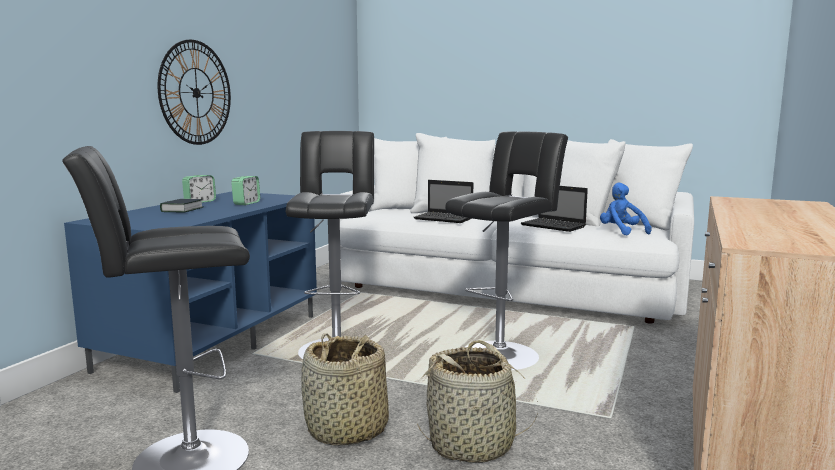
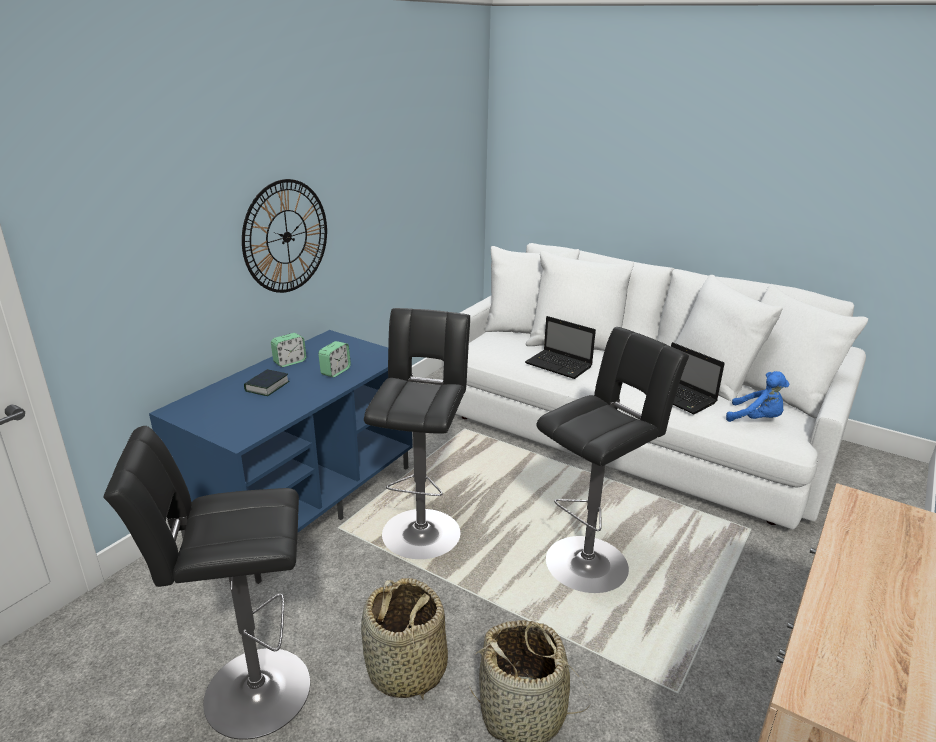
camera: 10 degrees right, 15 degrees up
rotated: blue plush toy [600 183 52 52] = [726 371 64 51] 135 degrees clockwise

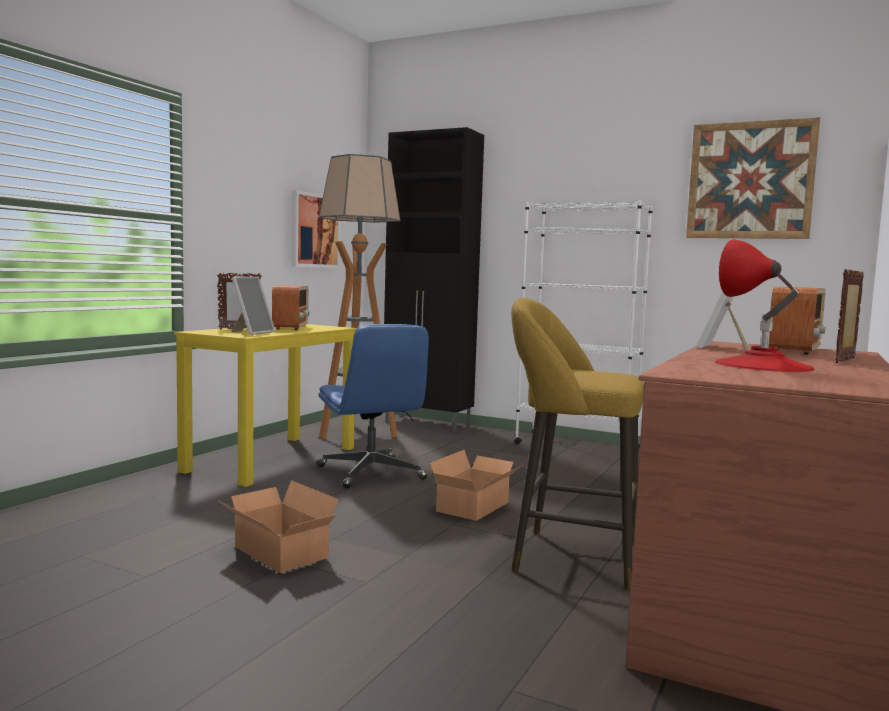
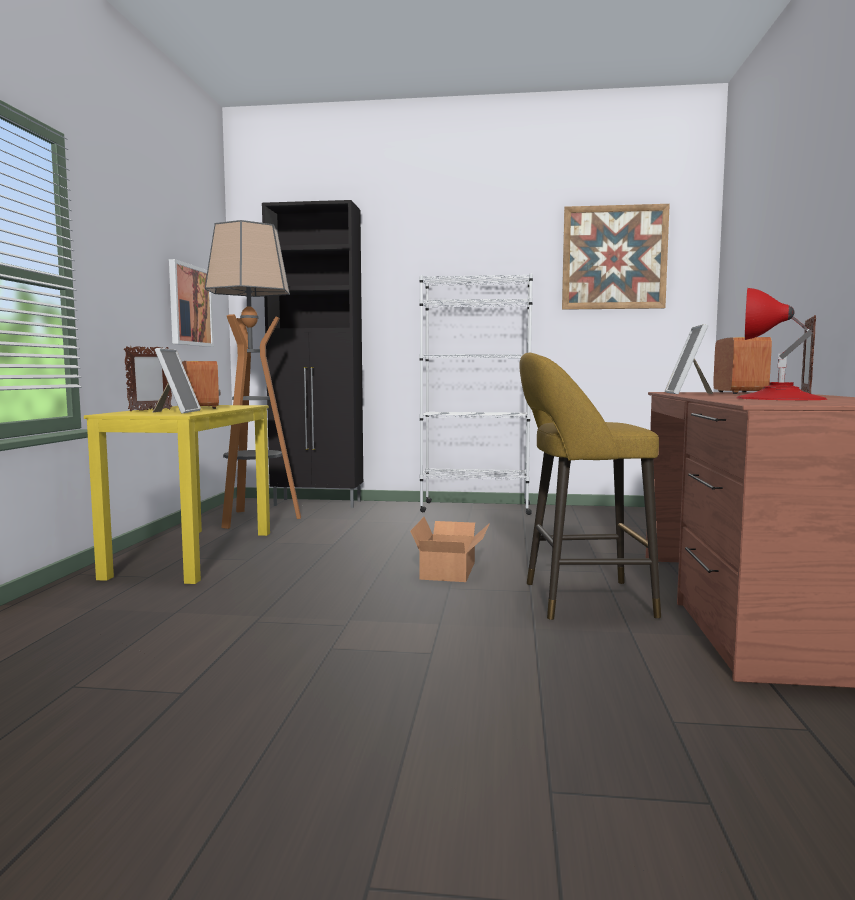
camera: 20 degrees left, 0 degrees up
gone: cardboard box [219 480 119 93]; blue office chair [317 324 112 164]

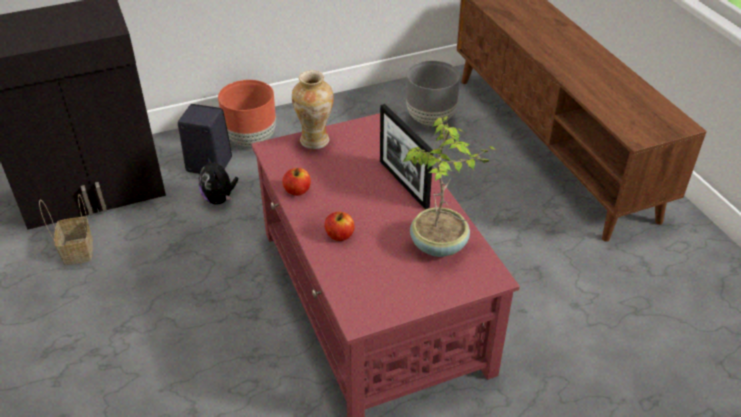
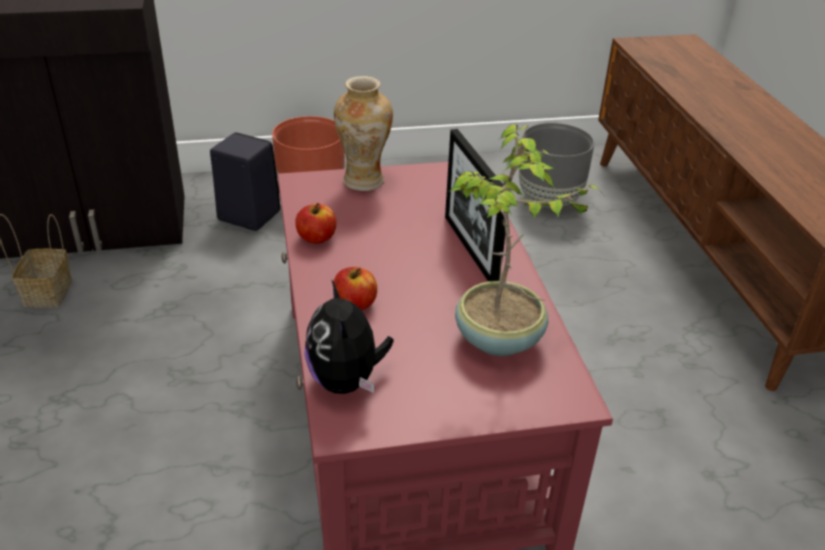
camera: 10 degrees right, 5 degrees down
shifted: plush toy [199 155 39 50] to [305 279 89 115]

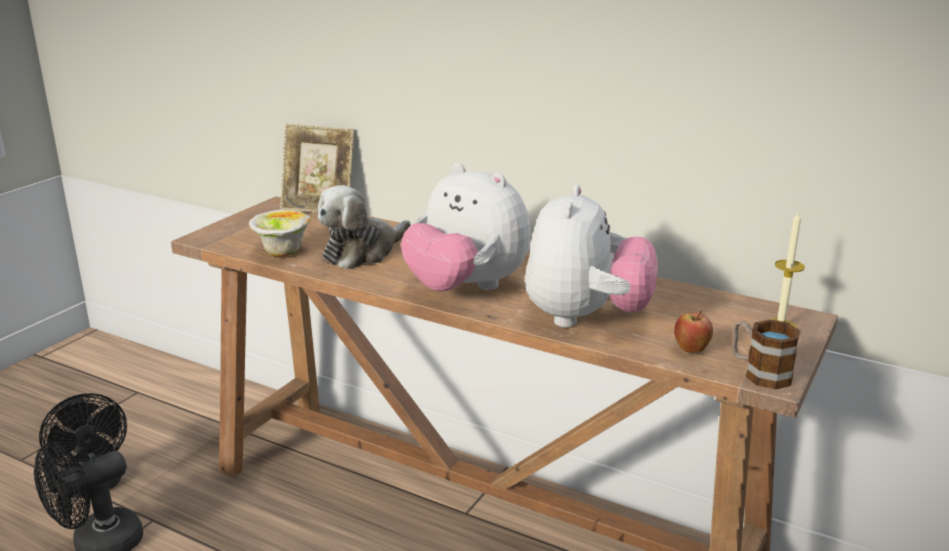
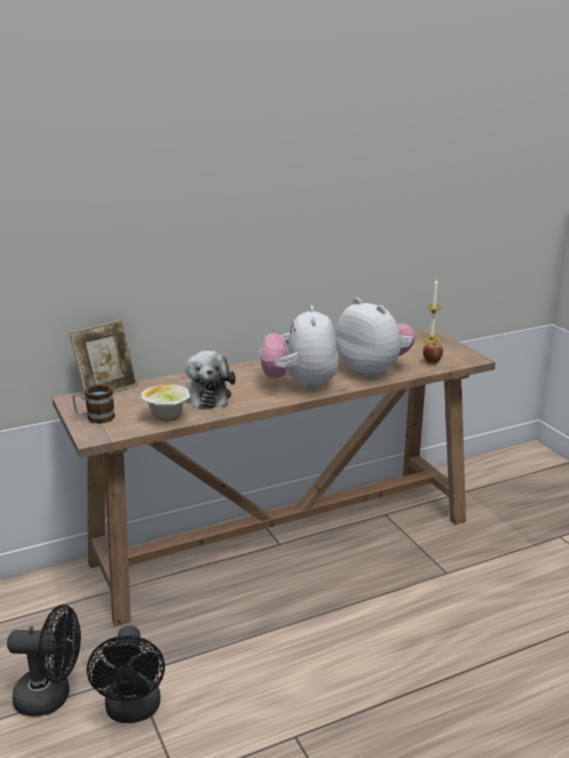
camera: 55 degrees left, 0 degrees up
shifted: mug [732 320 68 69] to [72 384 43 40]
rotated: plush toy [401 163 130 129] = [260 305 78 86] 105 degrees clockwise

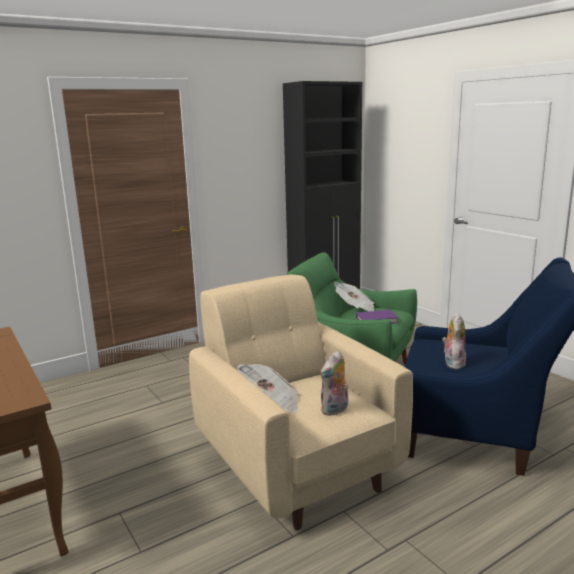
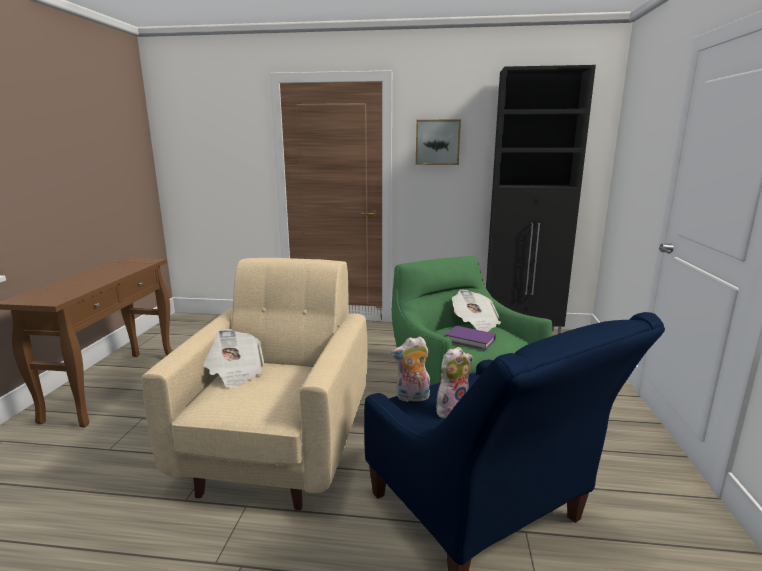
camera: 40 degrees right, 0 degrees up
new: picture [416 119 45 46]
shifted: plush toy [321 351 27 65] to [391 336 39 66]

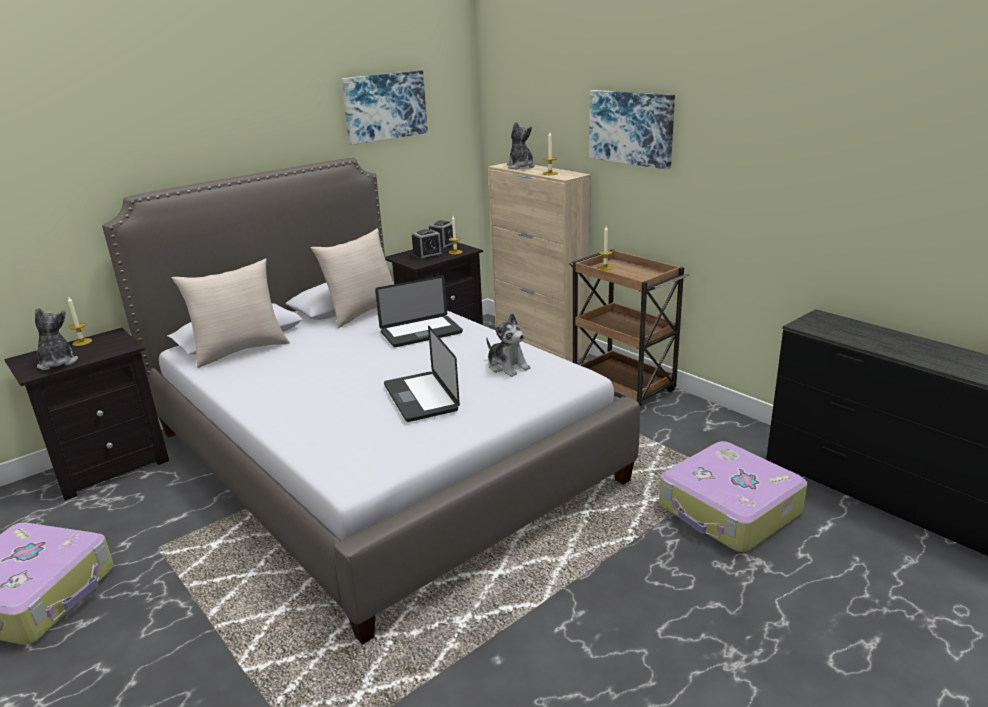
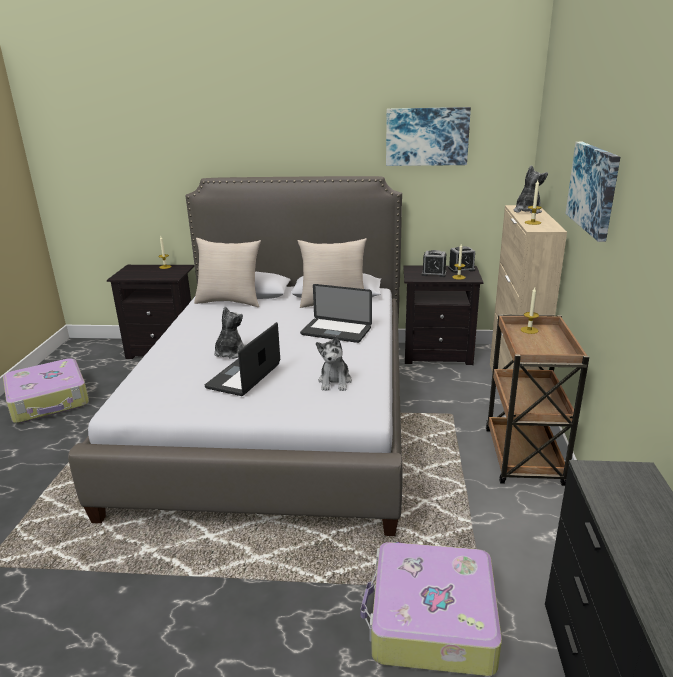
camera: 45 degrees right, 0 degrees up
shifted: plush toy [35 308 43 62] to [214 307 32 52]

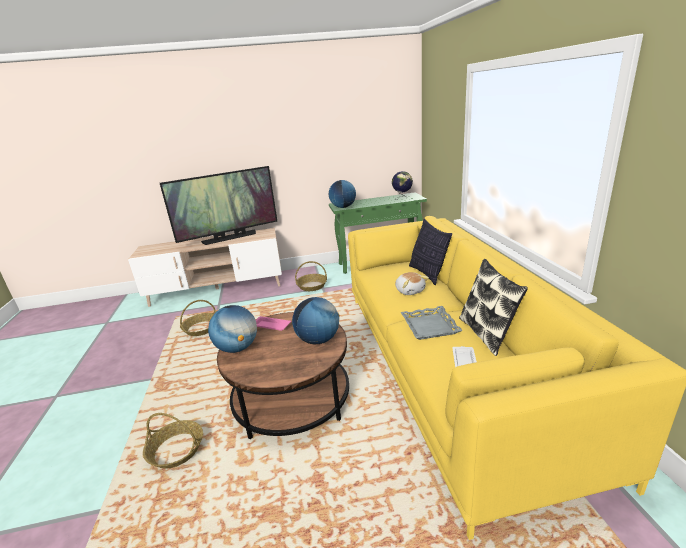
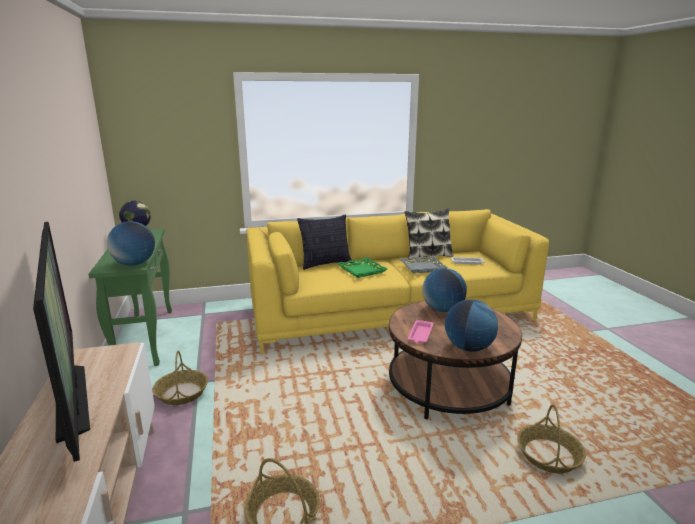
camera: 95 degrees left, 5 degrees down
swapped: plush toy [395 272 34 23] to green tray [338 257 50 21]

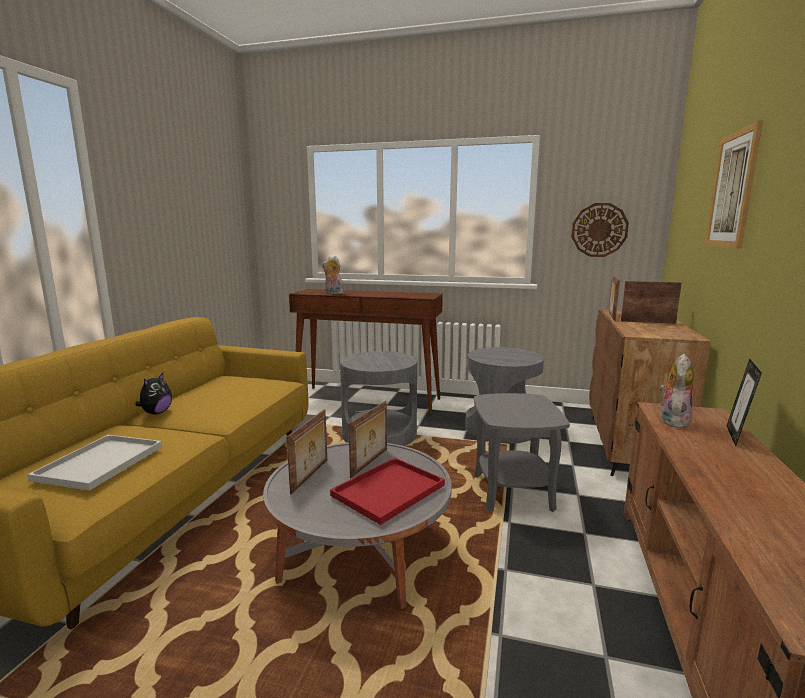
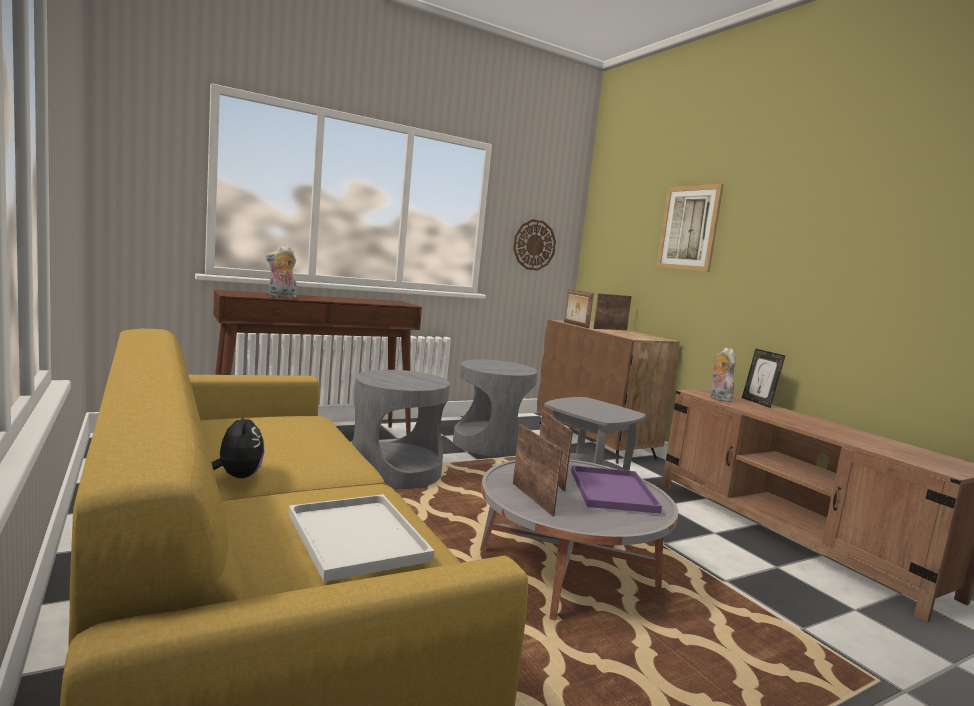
camera: 45 degrees left, 5 degrees down
repainted: red tray [330 458 115 67] to purple tray [571 465 91 49]

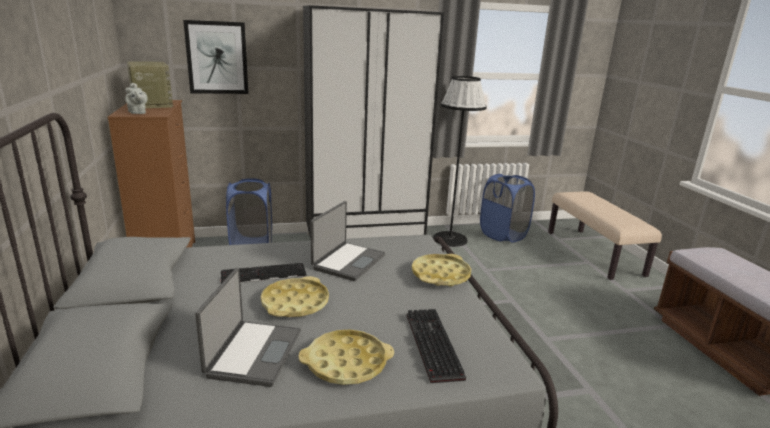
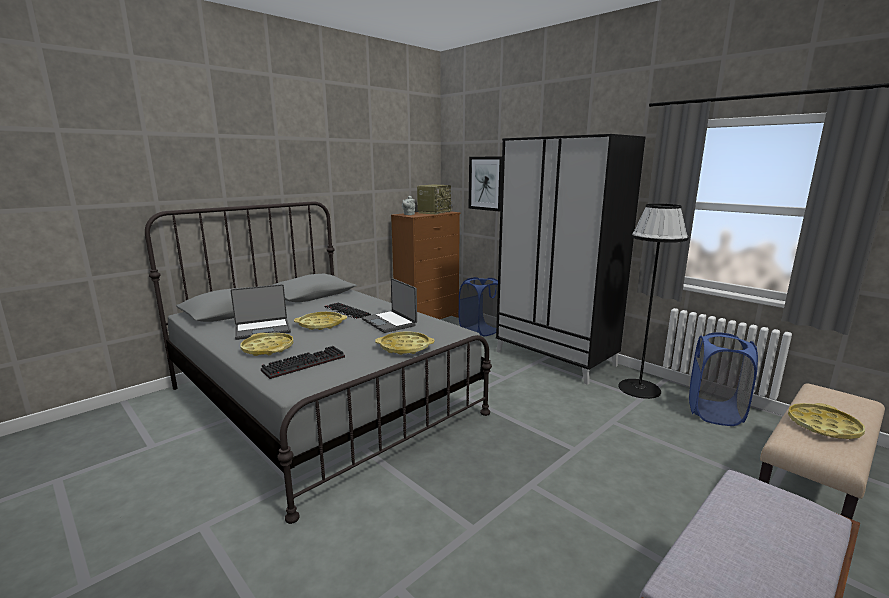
camera: 60 degrees right, 5 degrees down
new: yellow tray [788 403 77 36]
rotated: laptop [310 201 75 80] = [362 278 55 55] 60 degrees clockwise

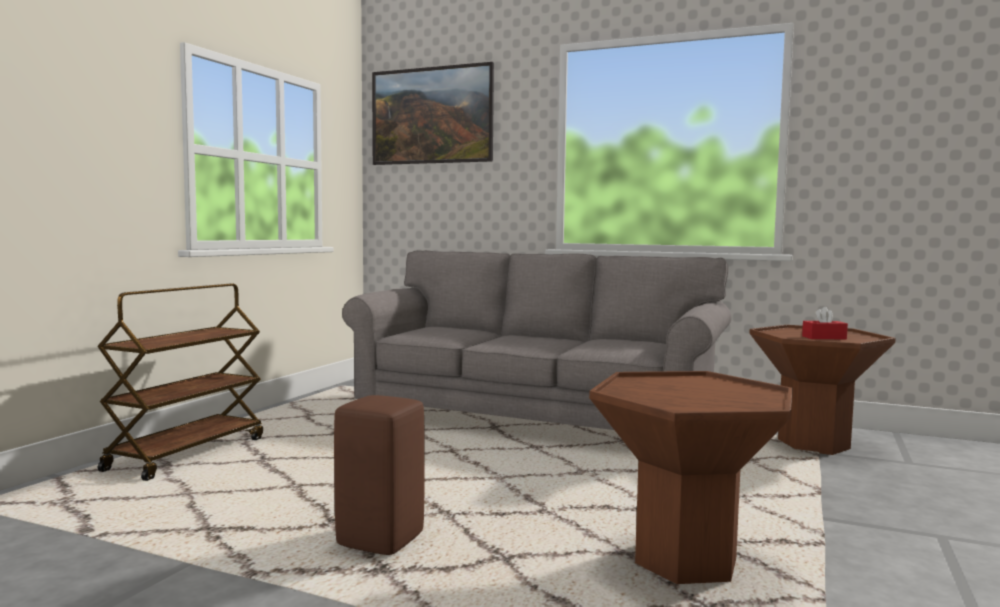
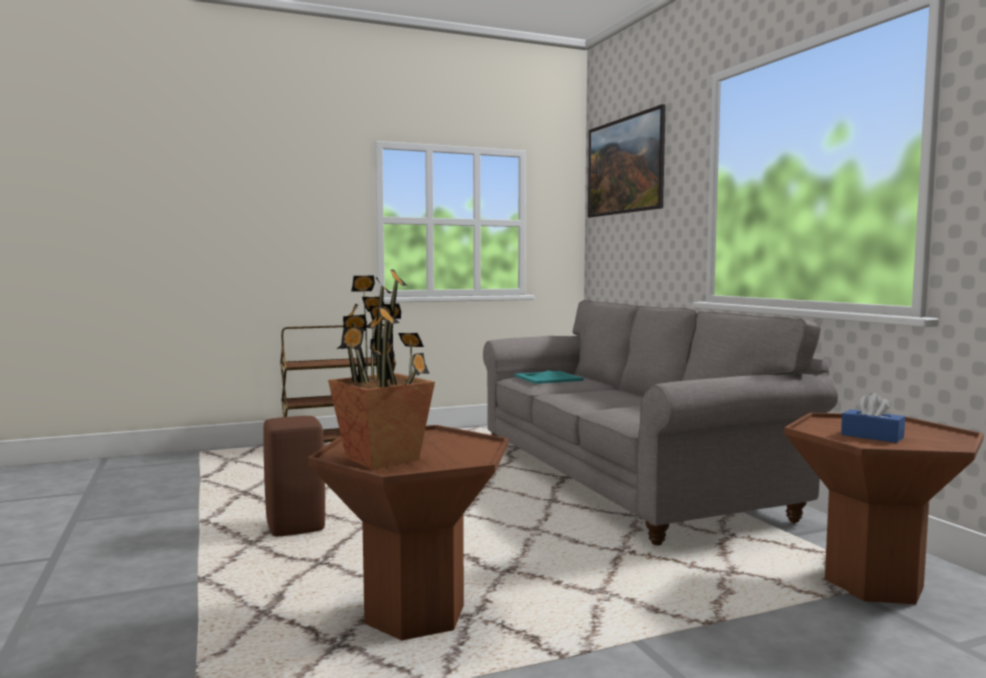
camera: 45 degrees right, 0 degrees up
new: potted plant [328 269 107 201]; turquoise tray [514 370 70 14]
repainted: red tissue box [802 307 46 32] to blue tissue box [841 393 64 50]

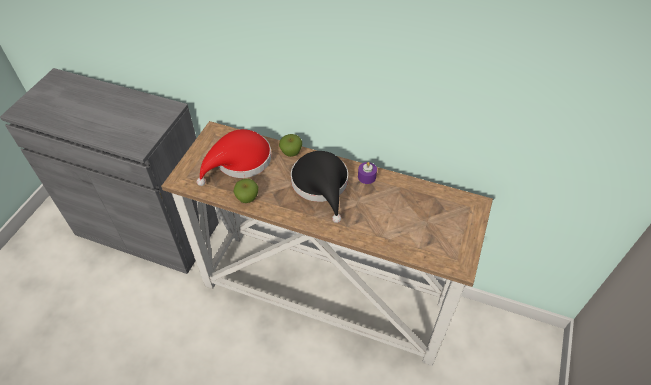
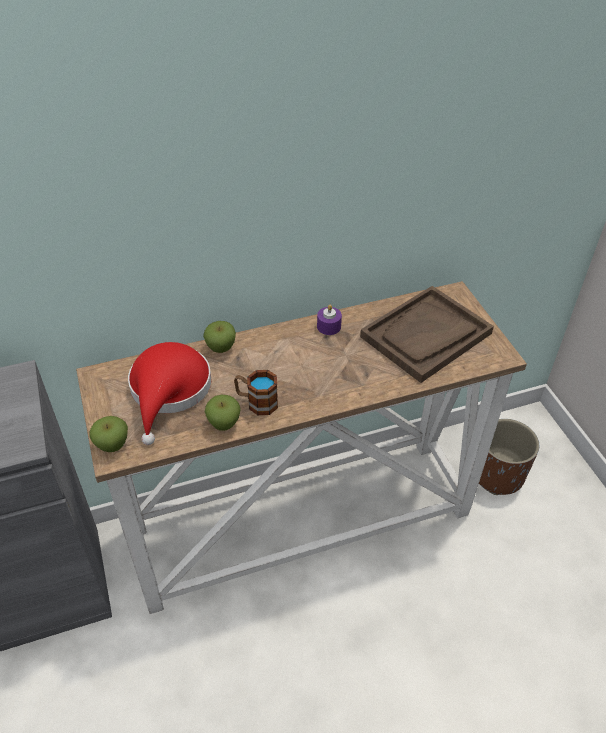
camera: 40 degrees left, 5 degrees down
gone: black hat [291 151 57 72]
new: apple [89 416 39 36]; mug [234 370 44 45]; brown tray [360 286 134 97]; brown planter [479 419 60 76]

